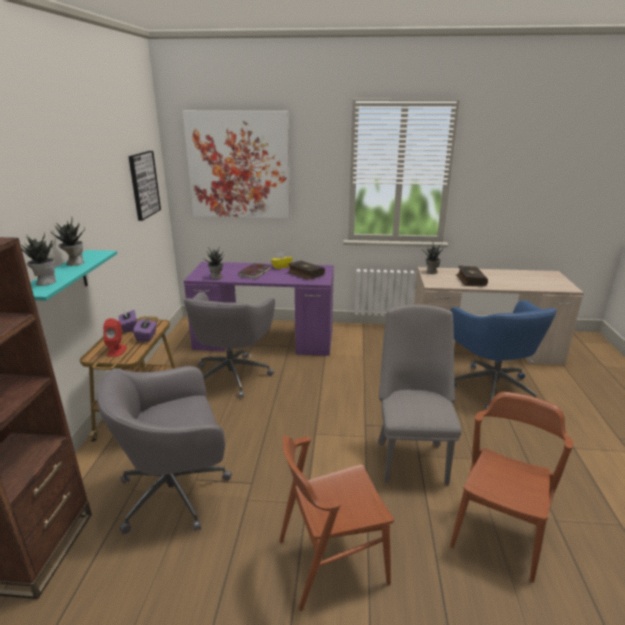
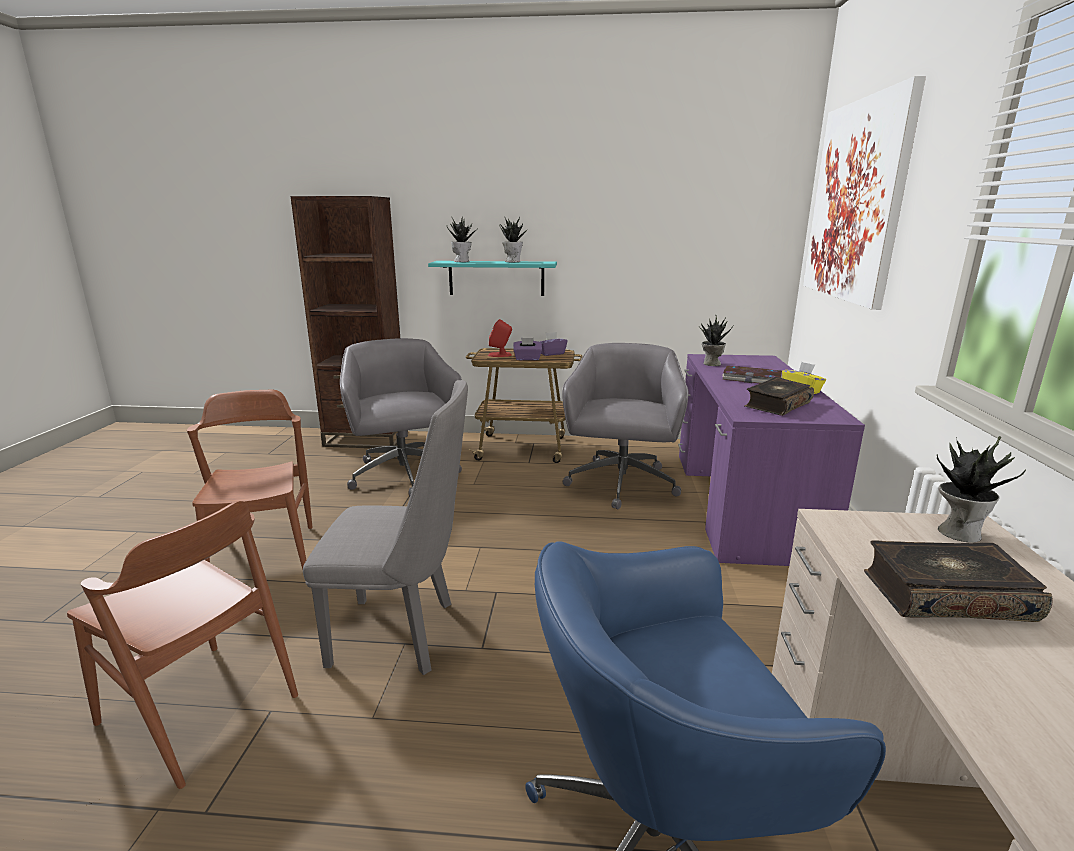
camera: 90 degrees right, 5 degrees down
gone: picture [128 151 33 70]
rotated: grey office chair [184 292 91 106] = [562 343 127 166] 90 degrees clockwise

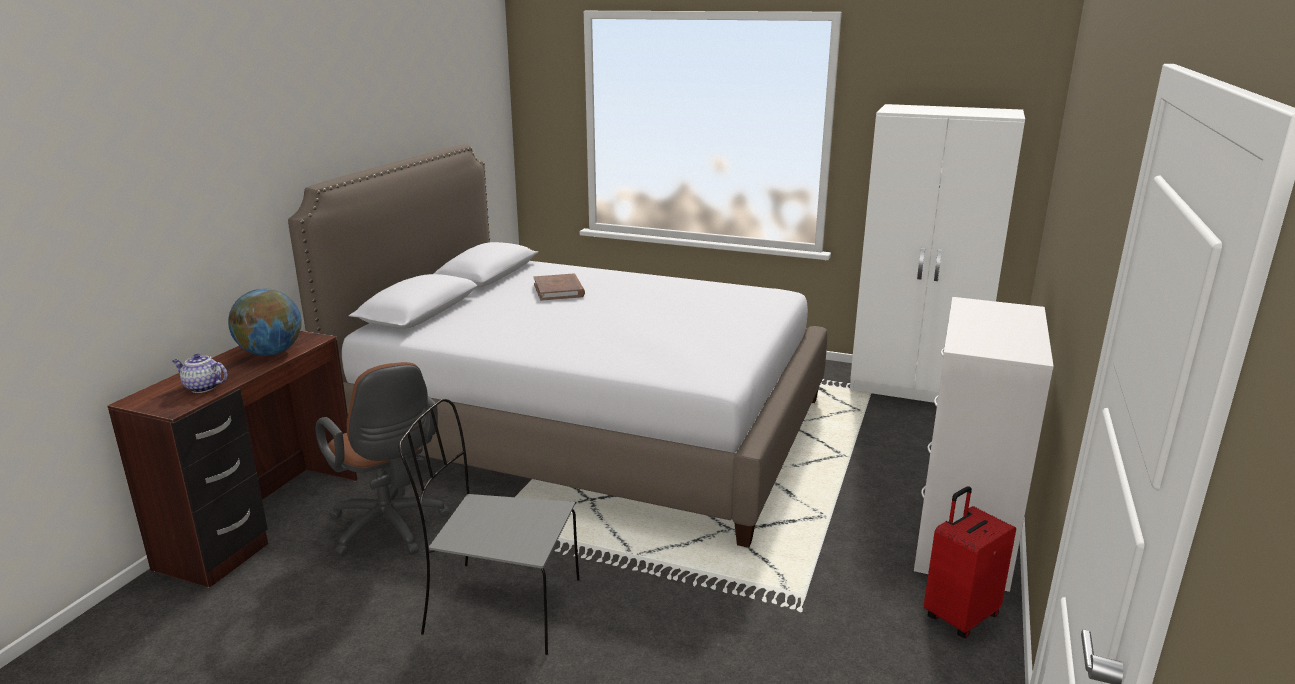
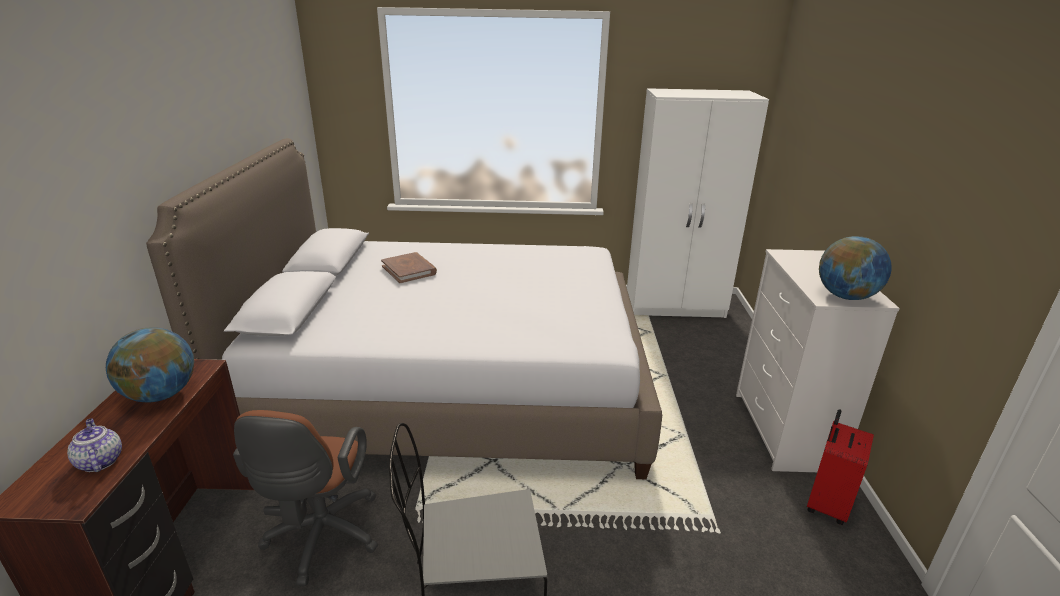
camera: 20 degrees left, 5 degrees up
new: globe [819 236 73 64]
rotated: teapot [172 354 56 39] = [67 418 55 54] 60 degrees clockwise; brown office chair [316 362 134 195] = [233 410 145 176] 60 degrees clockwise

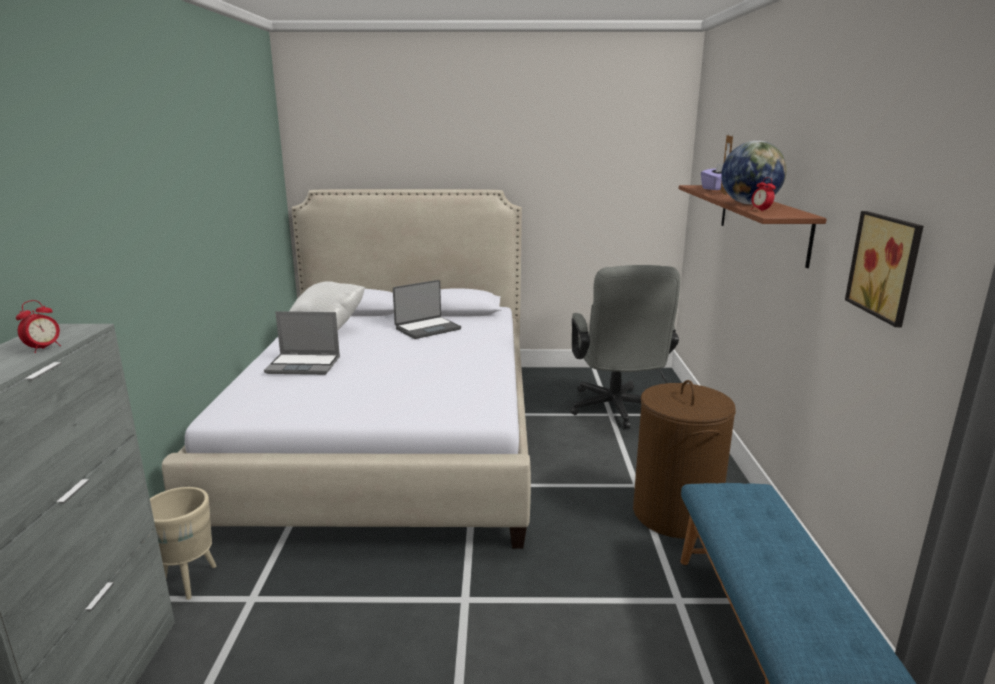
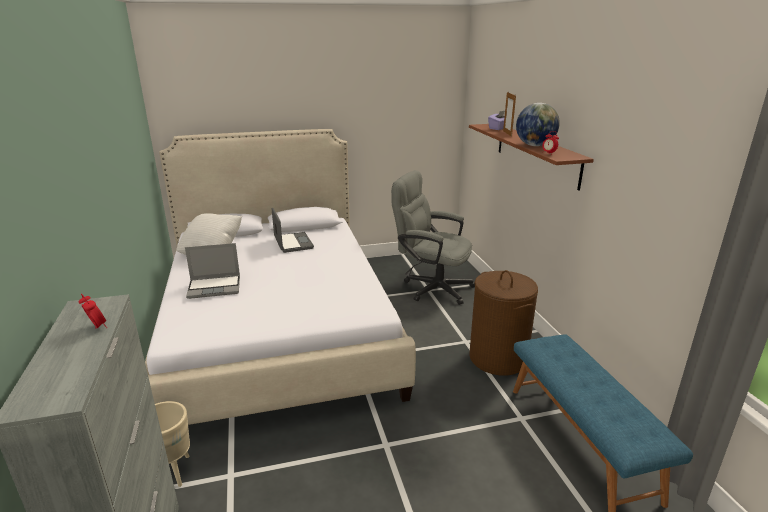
camera: 15 degrees left, 5 degrees up
gone: picture [845 211 79 116]
rotated: alarm clock [16 300 45 53] = [79 294 28 34] 60 degrees counterclockwise; laptop [393 280 68 59] = [272 208 42 45] 60 degrees counterclockwise; grey office chair [570 265 110 164] = [391 170 84 135] 135 degrees clockwise

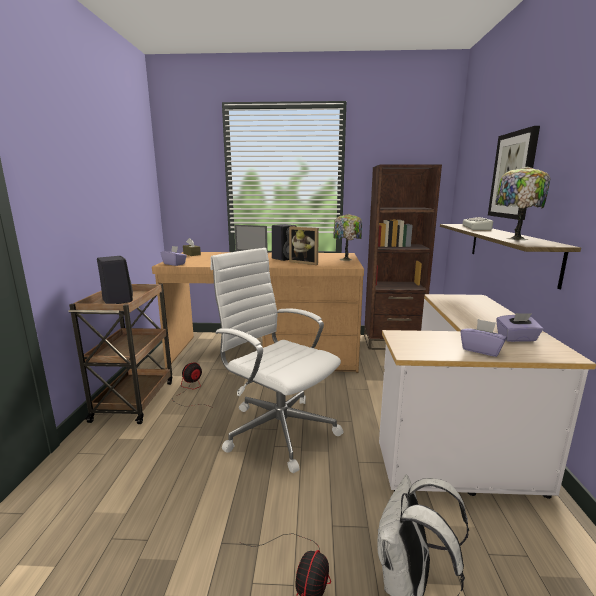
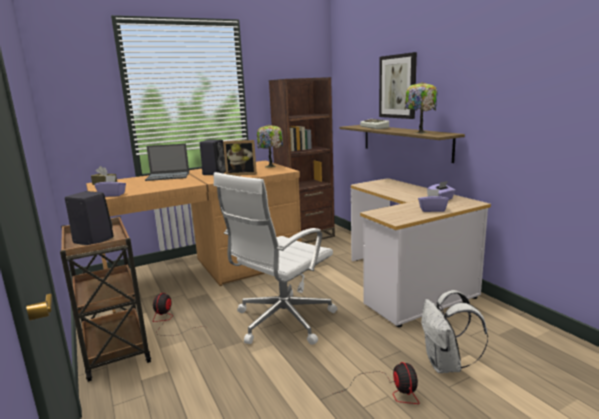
camera: 30 degrees left, 0 degrees up
rotated: white office chair [211 248 133 225] = [214 172 124 173] 60 degrees counterclockwise

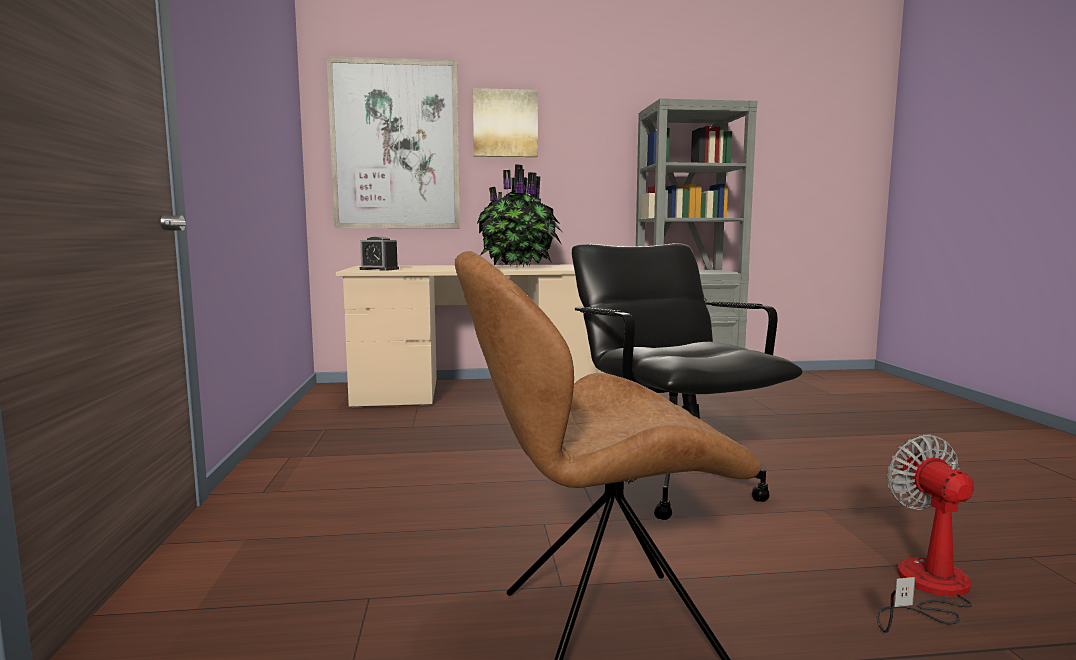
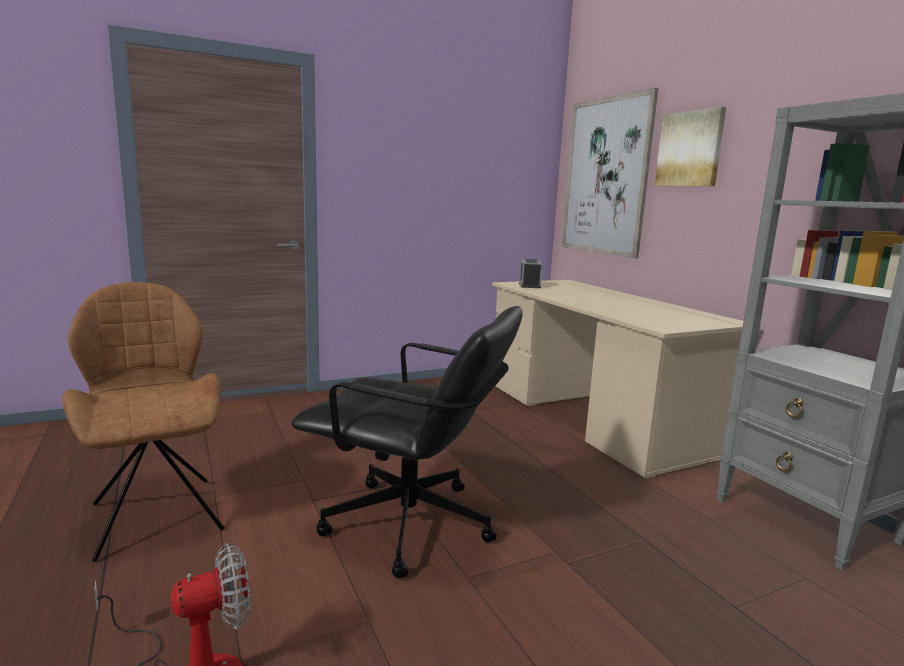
camera: 70 degrees right, 5 degrees up
gone: potted plant [477 164 85 103]
rotated: black office chair [572 243 231 277] = [291 306 232 272] 60 degrees clockwise

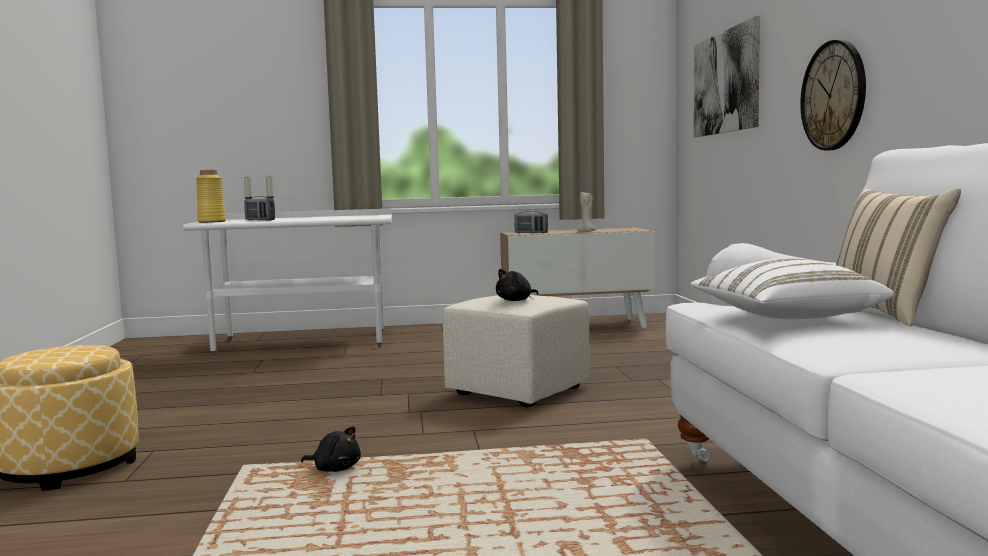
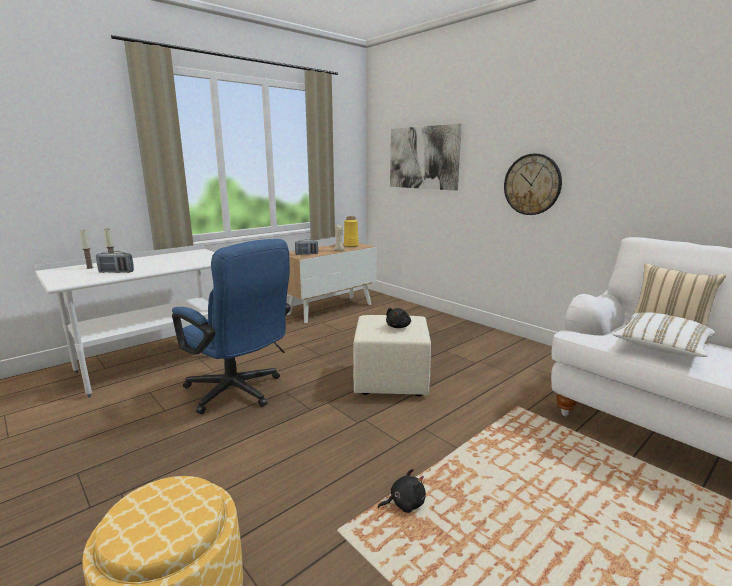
camera: 35 degrees left, 10 degrees up
new: blue office chair [172 239 119 175]
shifted: yellow vase [196 170 30 53] to [344 216 15 31]

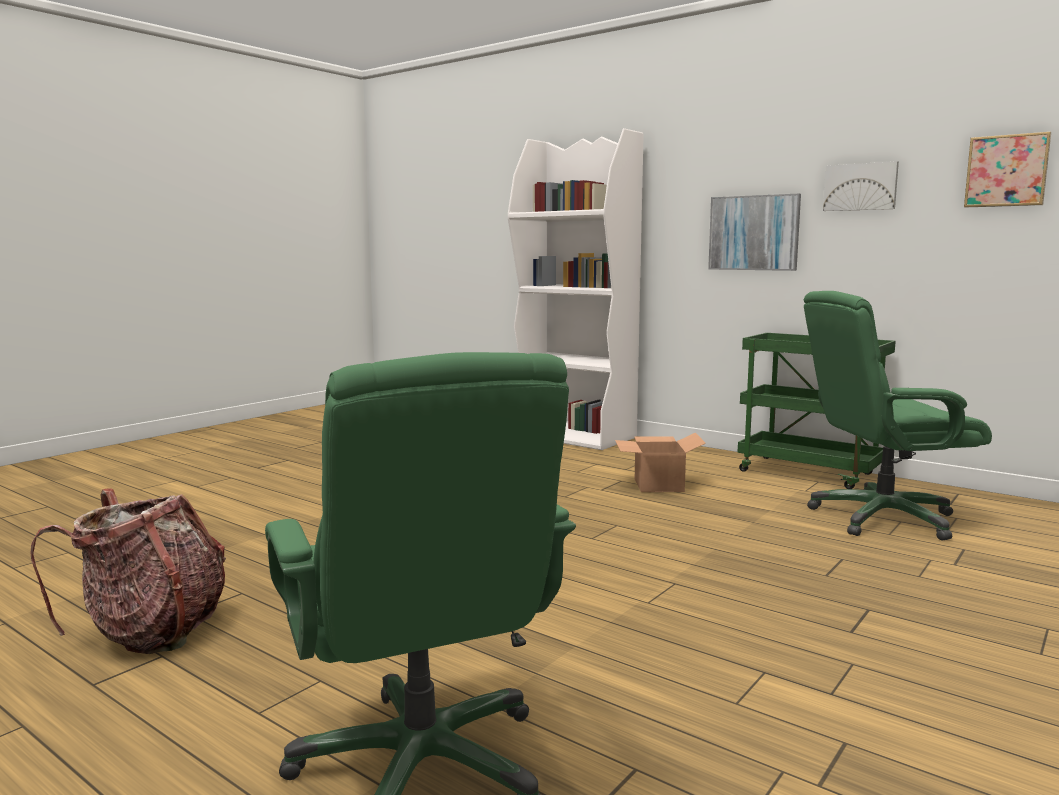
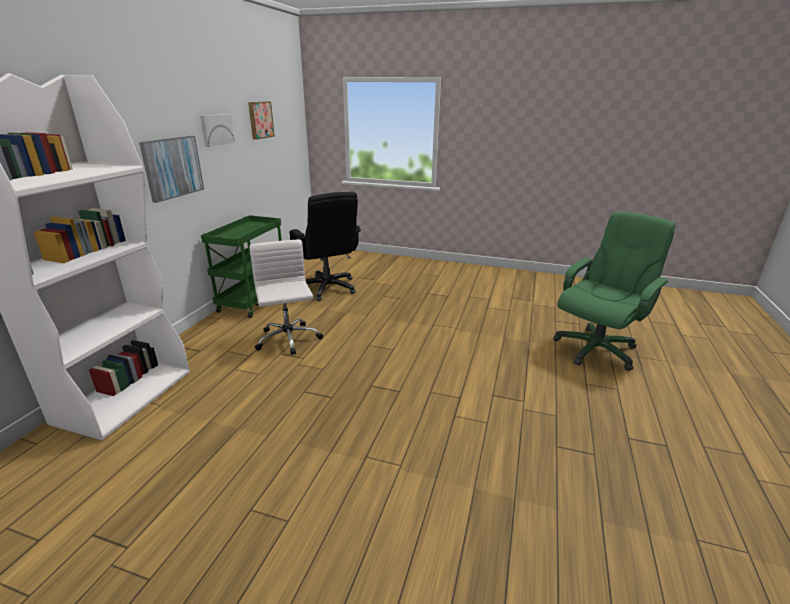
camera: 110 degrees left, 15 degrees up
gone: backpack [31 488 195 166]
swapped: cardboard box [615 433 91 59] to white office chair [249 240 74 115]
repainted: green office chair [804 291 188 250] to black office chair [289 192 72 109]

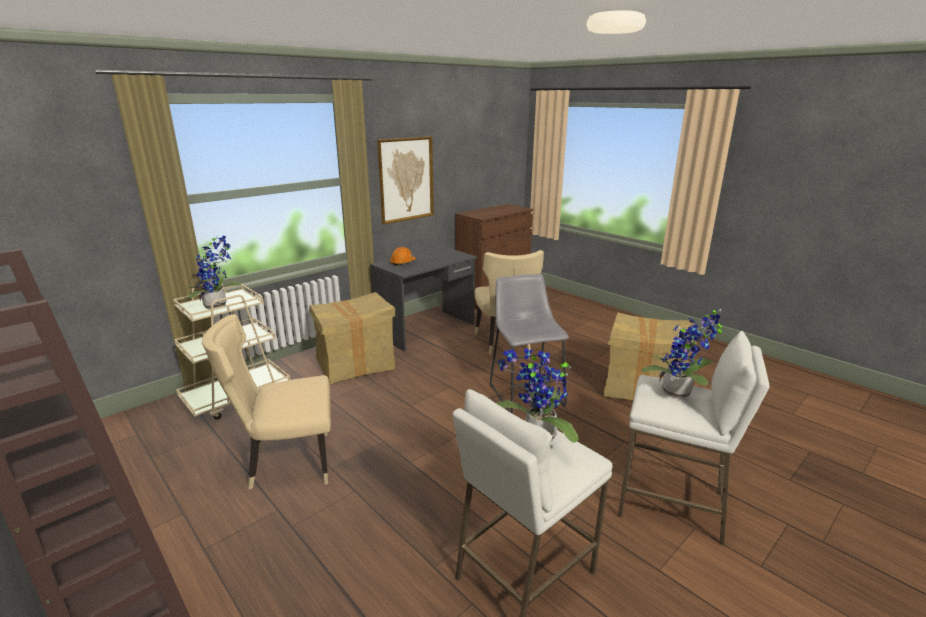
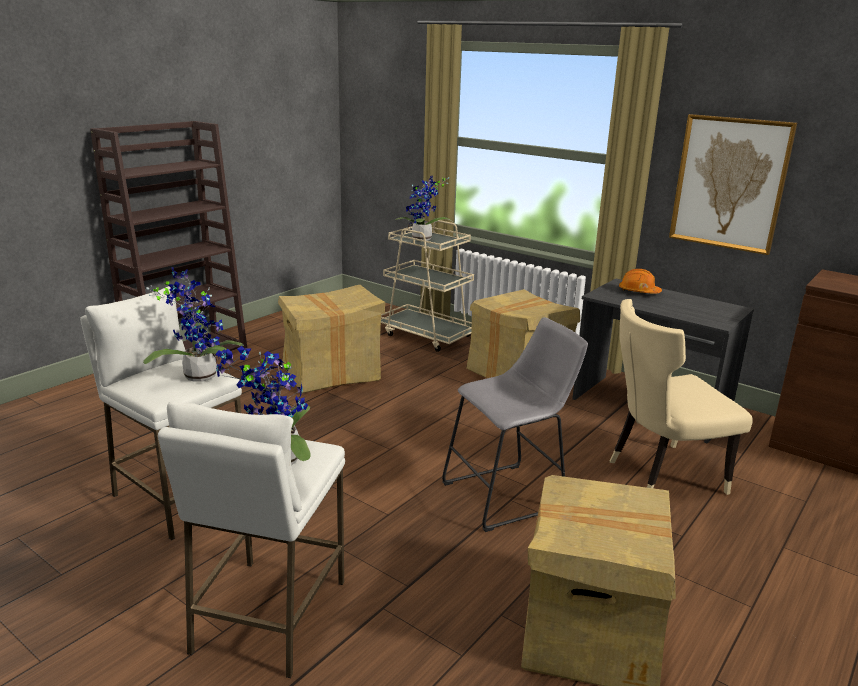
camera: 80 degrees right, 0 degrees up
swapped: beige chair [202 314 129 176] to cardboard box [278 285 107 108]

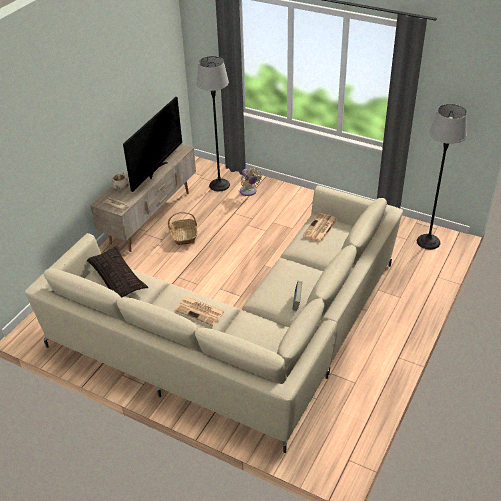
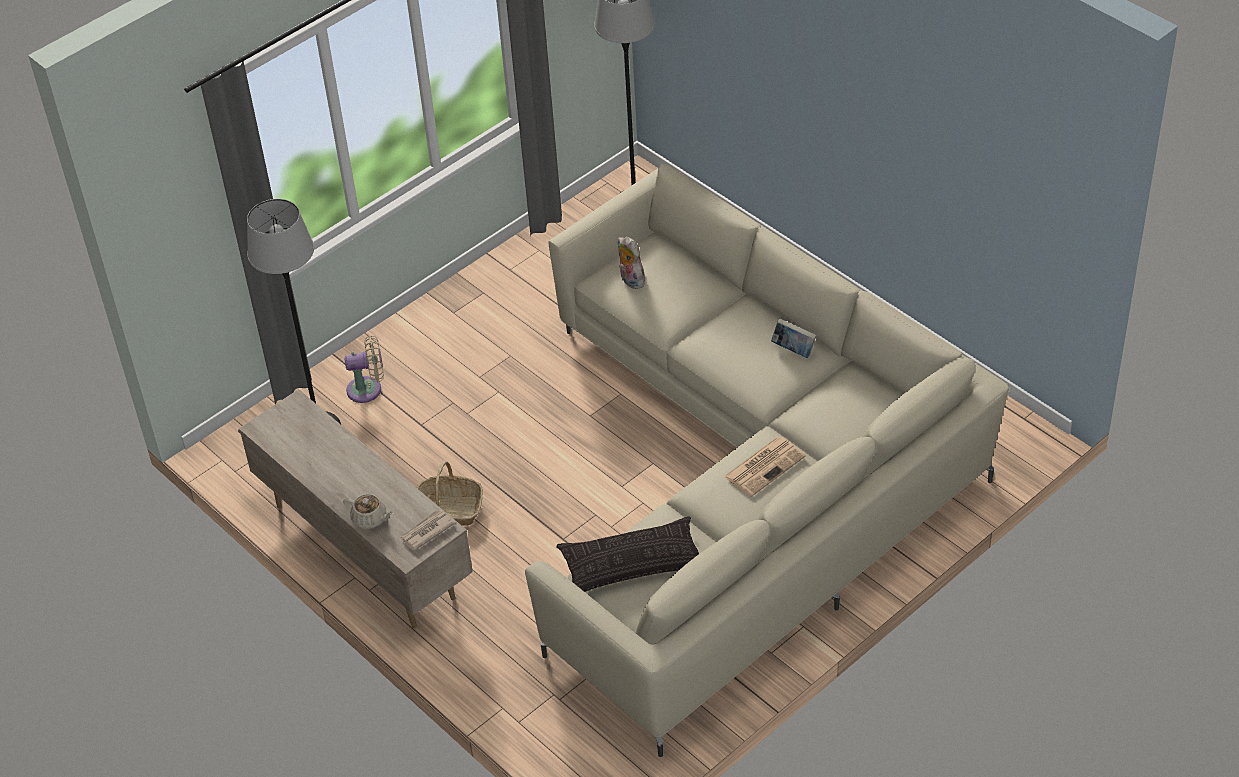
camera: 70 degrees left, 5 degrees up
gone: television [123 97 59 95]
swapped: newspaper [303 213 34 29] to plush toy [618 237 27 52]

